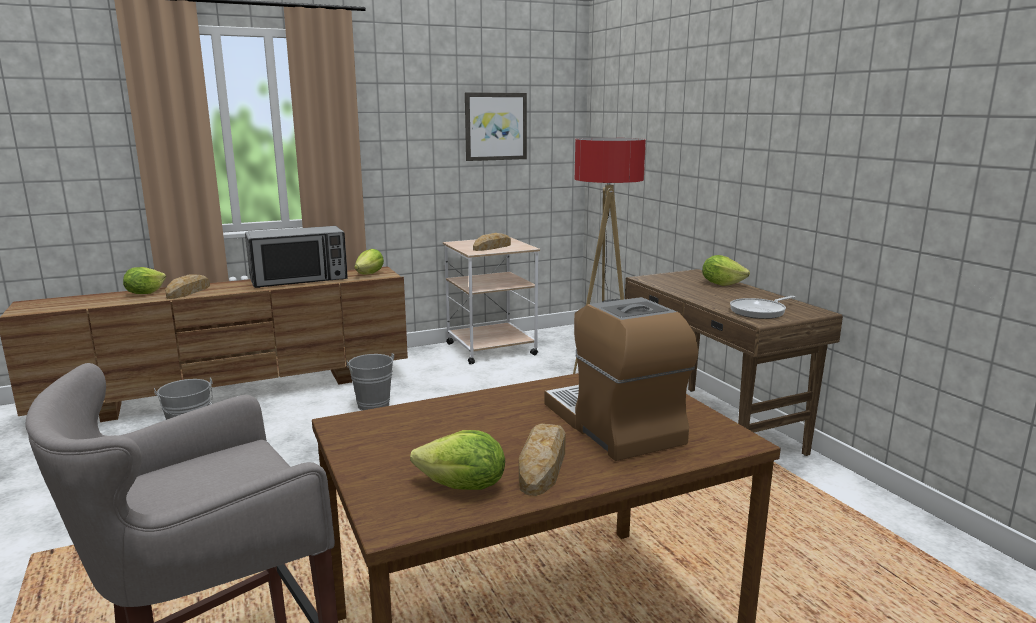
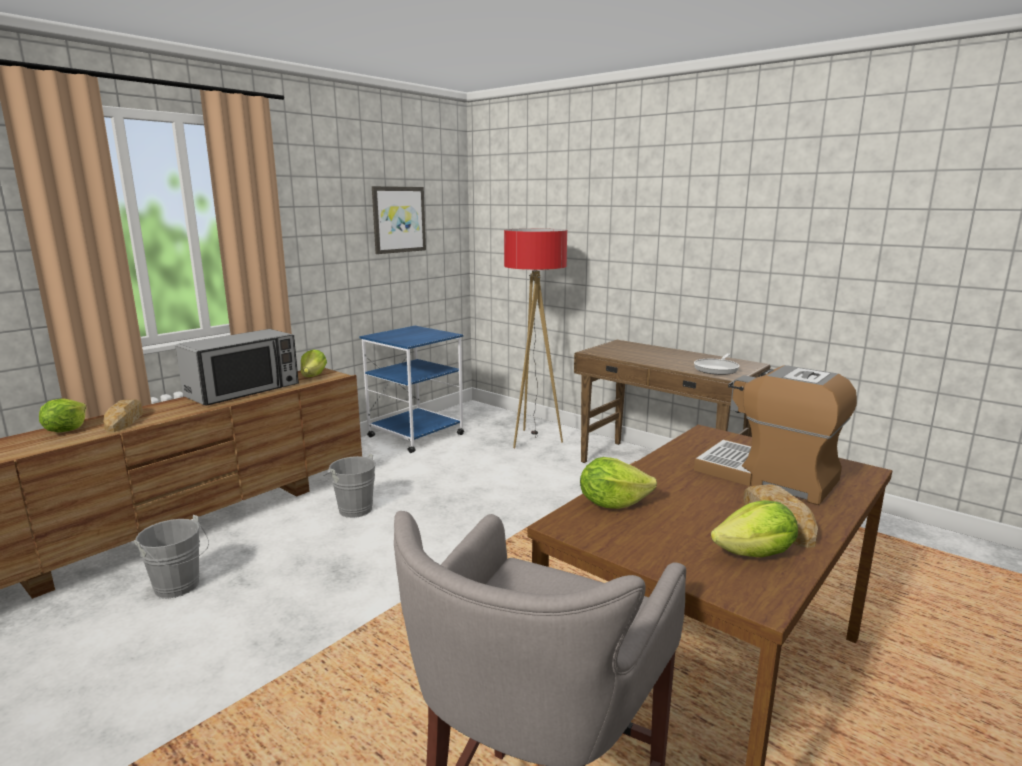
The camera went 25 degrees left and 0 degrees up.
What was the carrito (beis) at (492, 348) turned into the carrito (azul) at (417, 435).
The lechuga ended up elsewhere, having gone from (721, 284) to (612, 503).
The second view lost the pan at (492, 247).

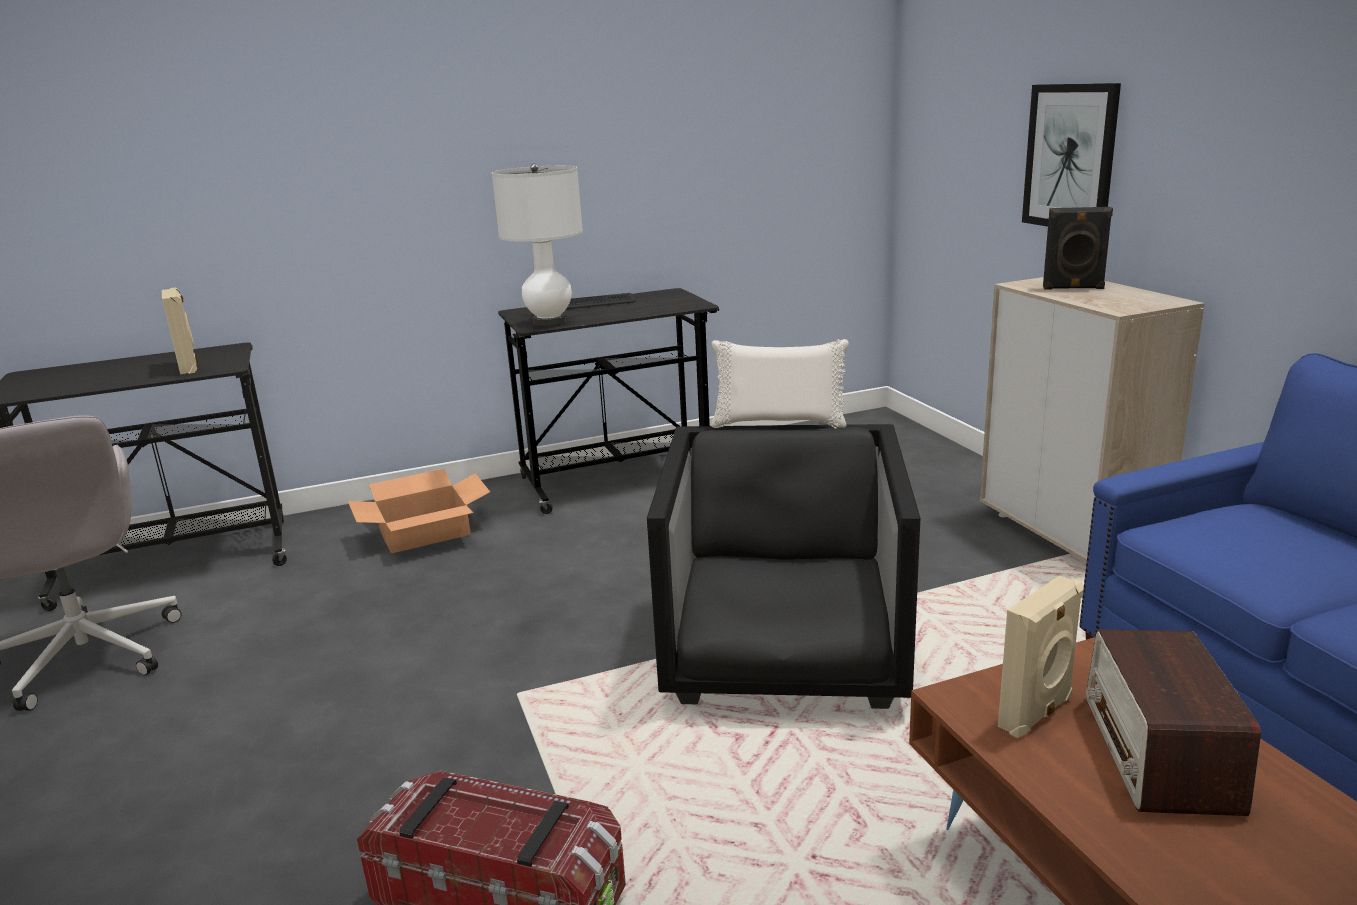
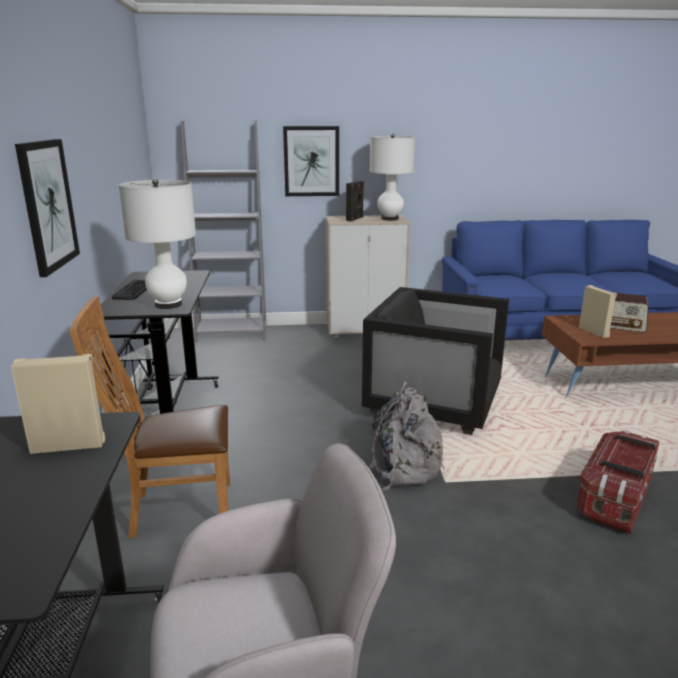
The camera went 75 degrees left and 0 degrees up.
The second view gained the cuadro at (47, 205).
Where the caja de cartón stood at (425, 532), the silla (marrón) came to stand at (175, 510).
The second view gained the estantería (gris) at (232, 334).
The second view gained the mochila (gris) at (400, 468).
The second view gained the lámpara de mesa (blanco) at (390, 219).
The second view lost the cojín (blanco) at (779, 423).

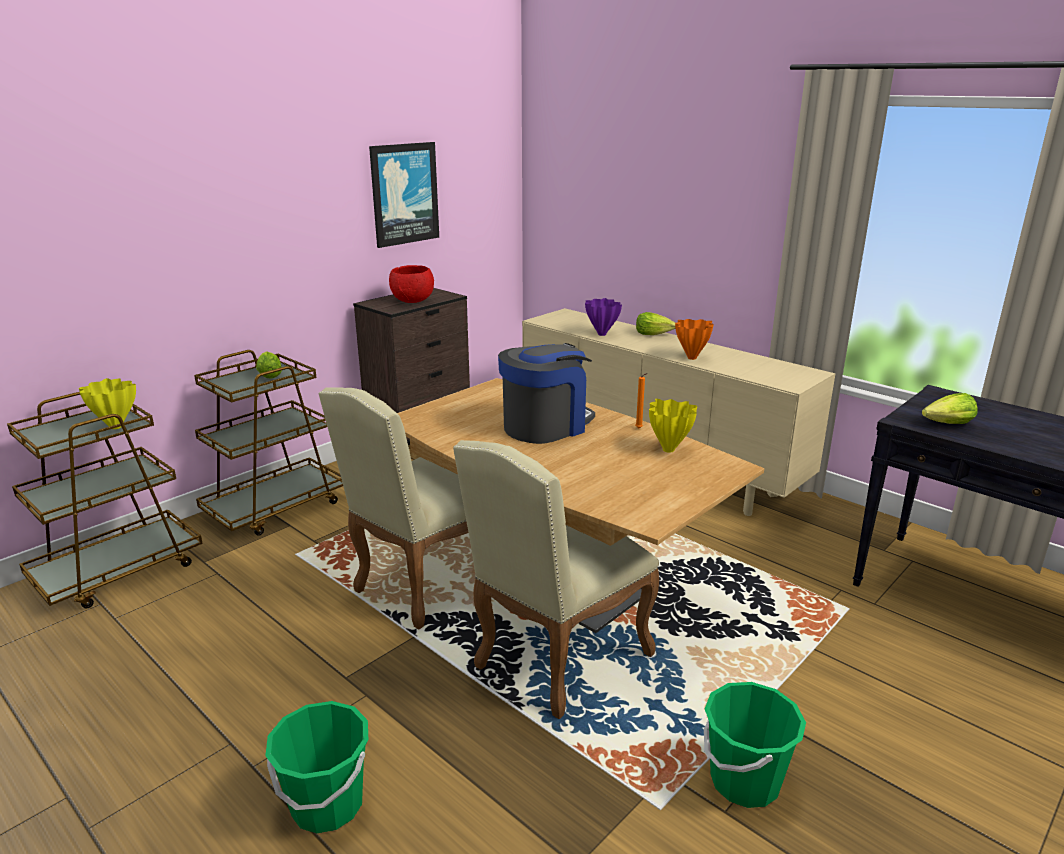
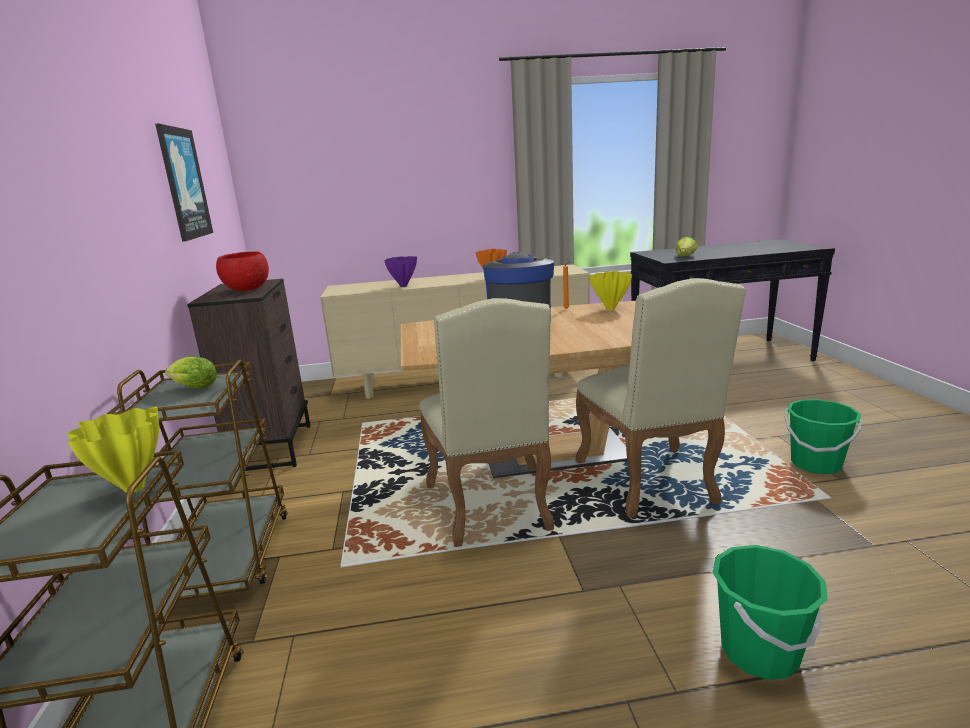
The camera went 50 degrees left and 5 degrees down.
The second view lost the lechuga at (653, 334).

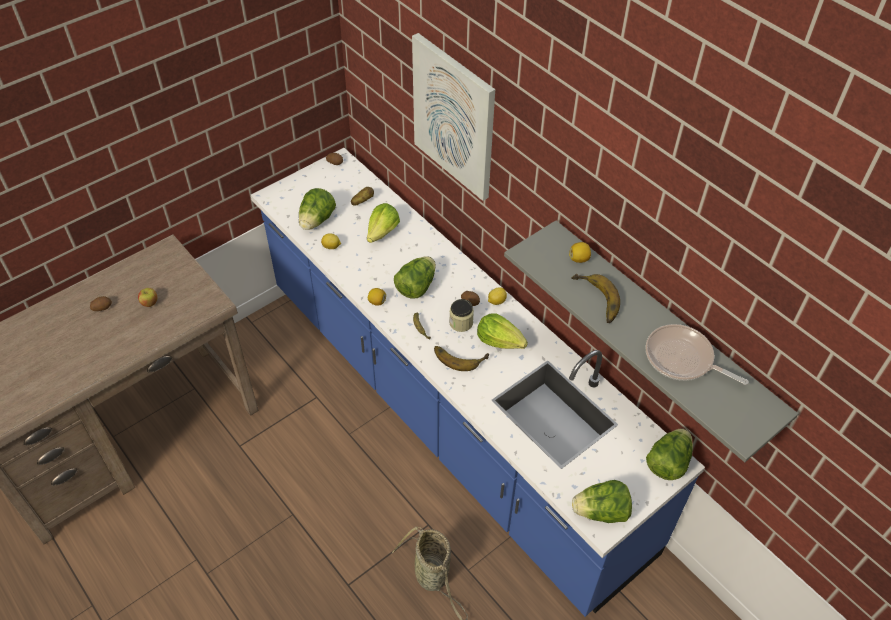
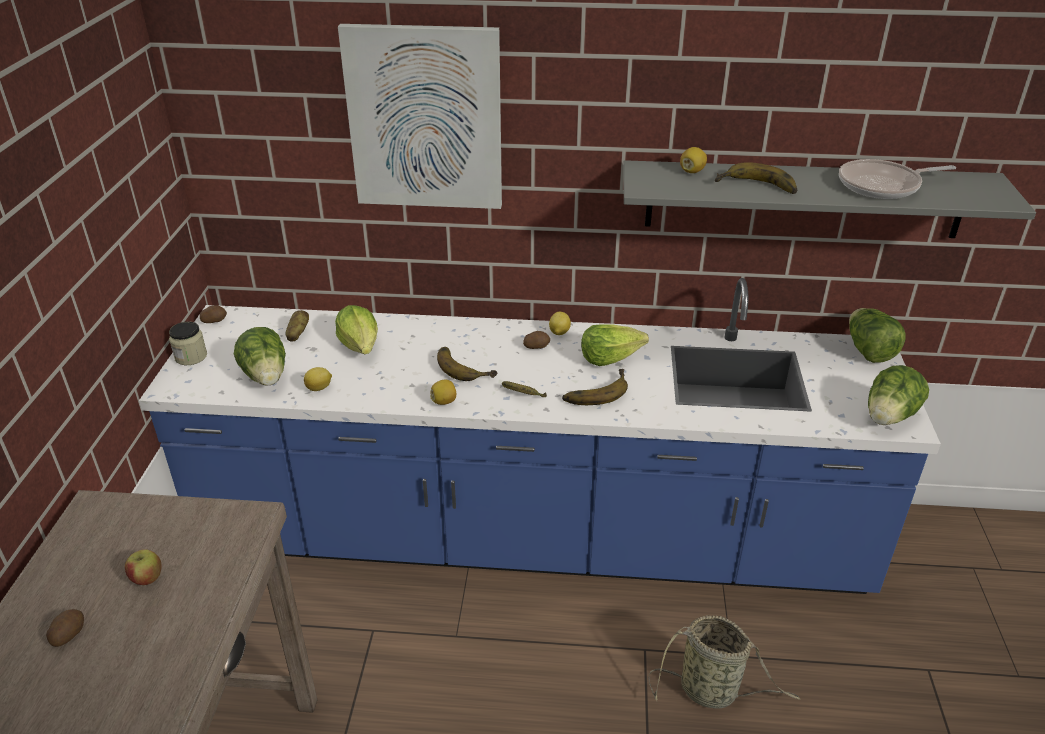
The camera went 45 degrees left and 15 degrees down.
The tarro ended up elsewhere, having gone from (461, 323) to (191, 357).
Where the lechuga stood at (416, 286), the plátano came to stand at (465, 366).

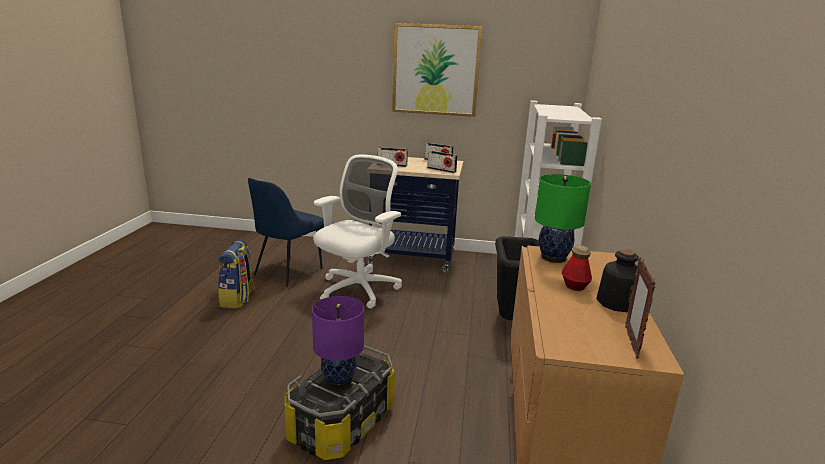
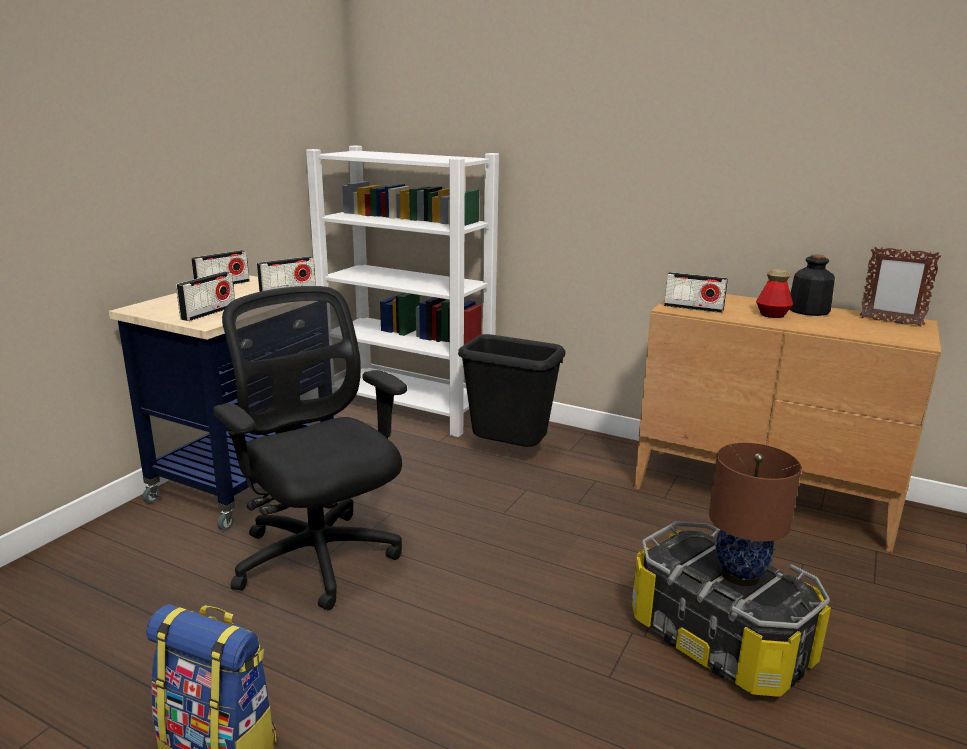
The camera went 70 degrees left and 0 degrees up.
What was the silla de oficina (blanco) at (356, 291) turned into the silla de oficina (negro) at (323, 562).
Where the lámpara de mesa (verde) stood at (554, 258), the radio came to stand at (693, 308).
What was the lámpara de mesa (morado) at (338, 381) turned into the lámpara de mesa (marrón) at (740, 574).
The second view lost the silla (azul) at (288, 272).
The second view lost the cuadro at (435, 70).

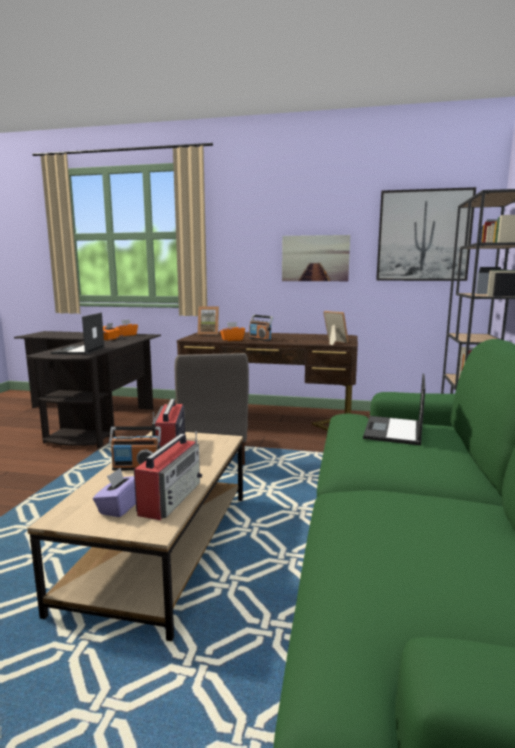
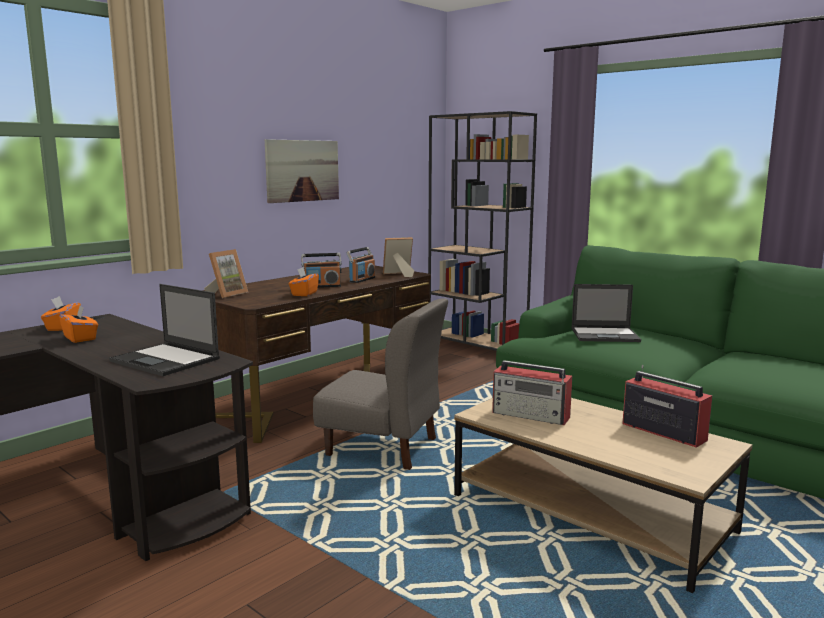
The camera went 60 degrees left and 0 degrees up.
The radio ended up elsewhere, having gone from (136, 467) to (362, 280).
The portátil at (393, 431) ended up facing another way, 45 degrees counterclockwise from before.
The second view lost the caja de pañuelos (morado) at (120, 507).
The second view lost the cuadro at (423, 236).

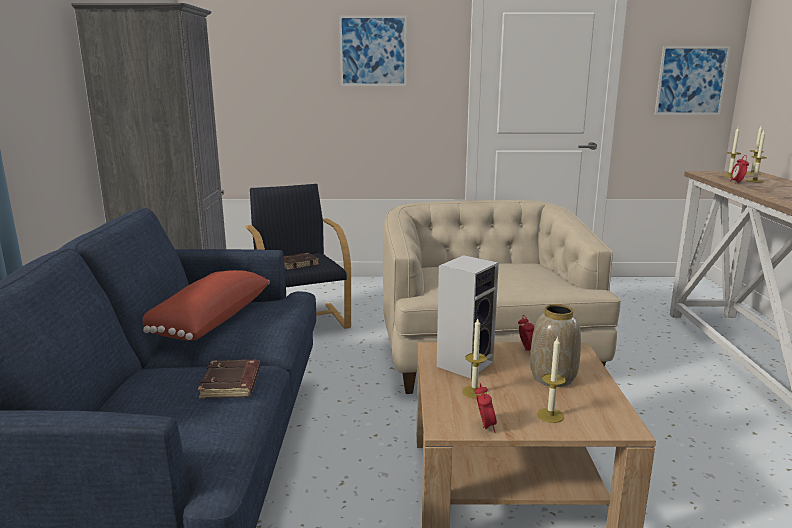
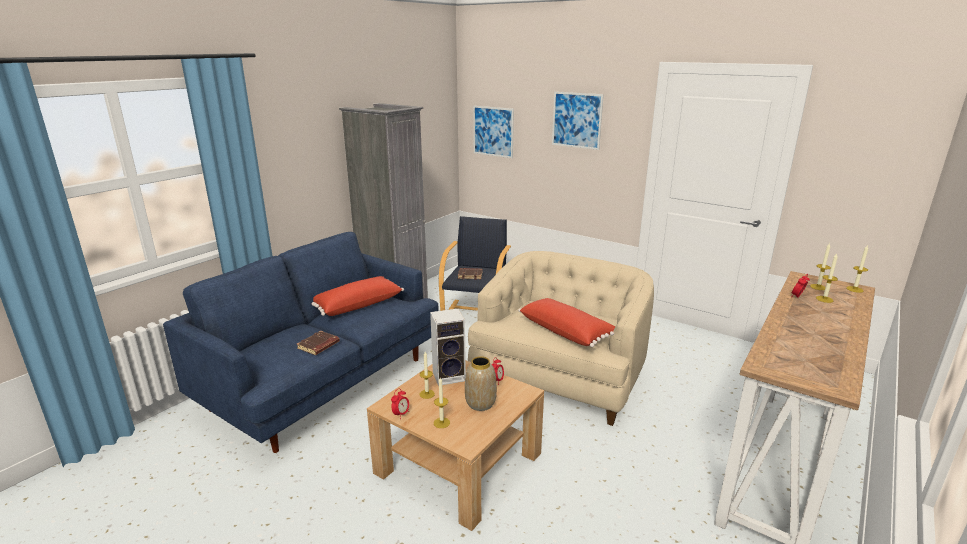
The camera went 35 degrees right and 5 degrees up.
The cuadro ended up elsewhere, having gone from (691, 81) to (493, 131).
The second view gained the cojín (rojo) at (566, 331).

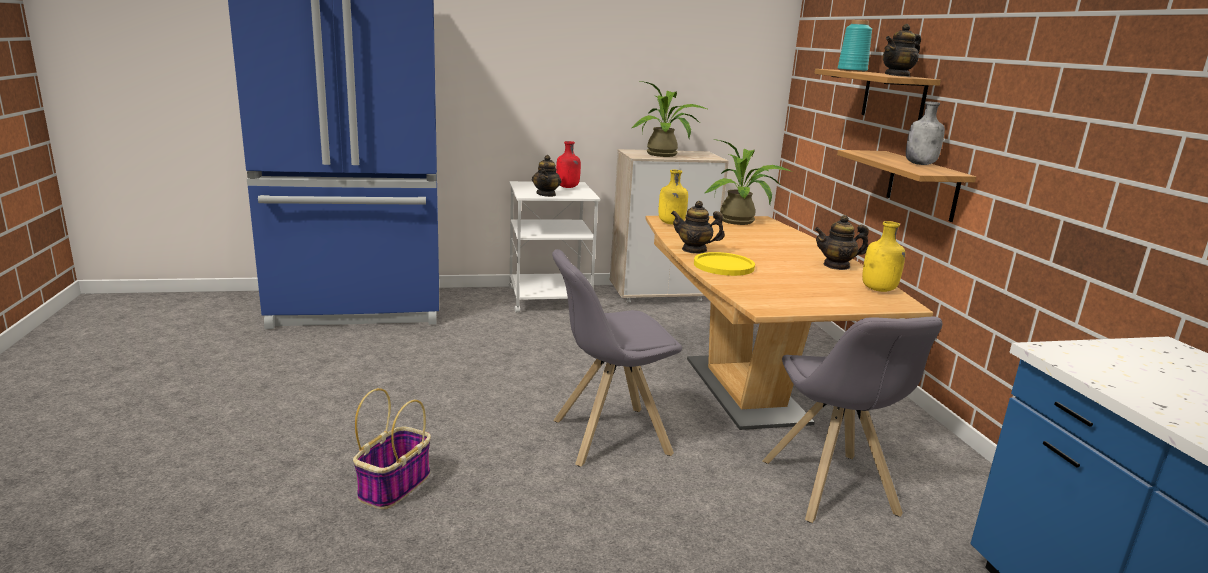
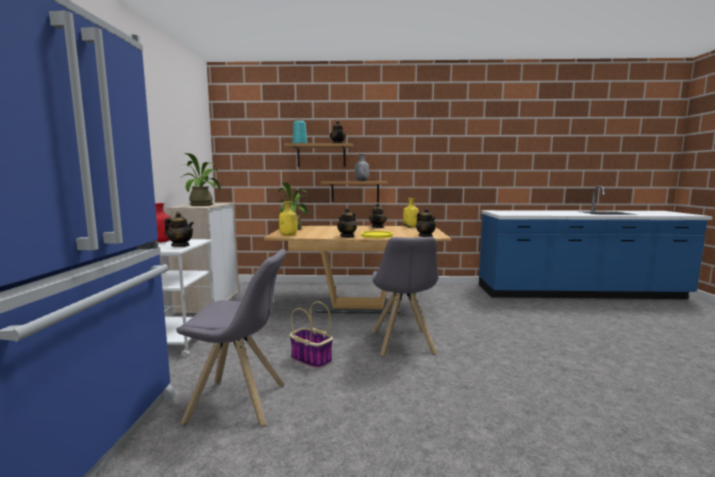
The camera went 75 degrees left and 10 degrees down.
The silla (gris) ended up elsewhere, having gone from (830, 487) to (238, 402).
The cesta ended up elsewhere, having gone from (395, 485) to (310, 359).
The second view gained the tetera at (425, 236).

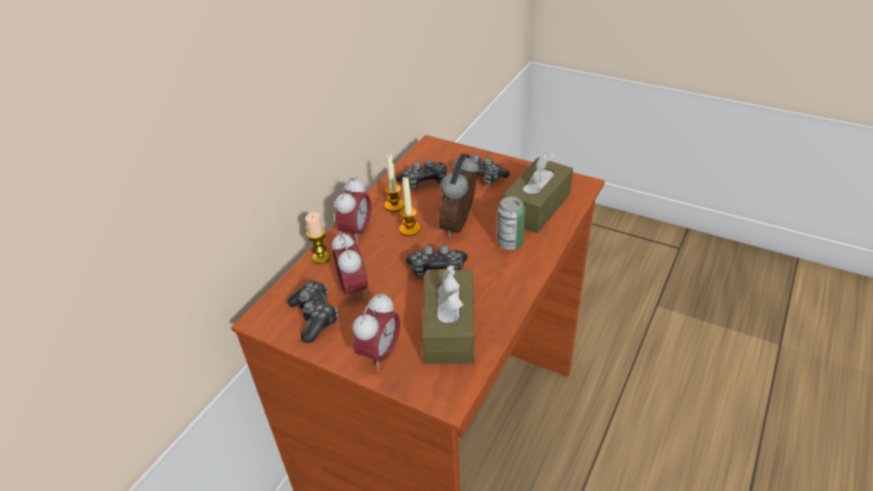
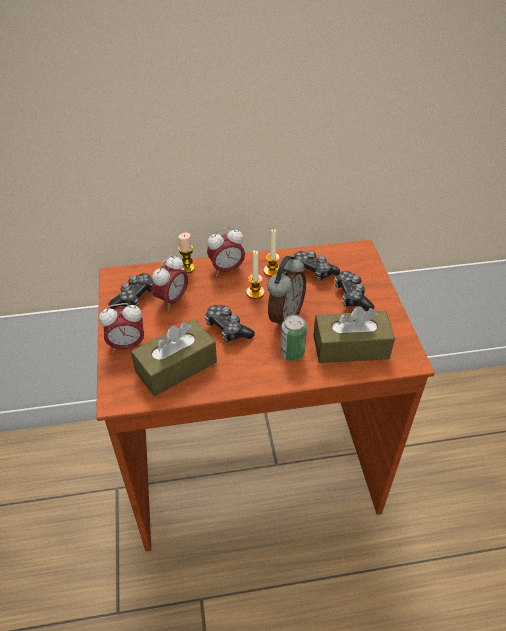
The camera went 50 degrees right and 5 degrees up.
The despertador at (460, 226) ended up facing another way, 135 degrees clockwise from before.

